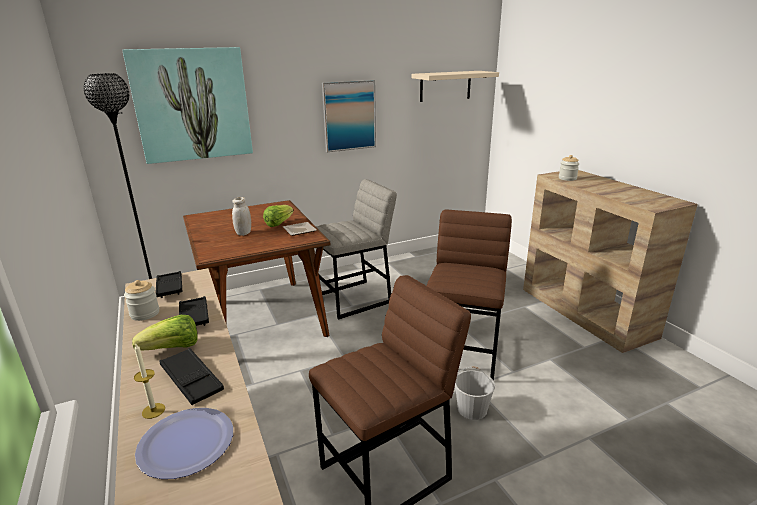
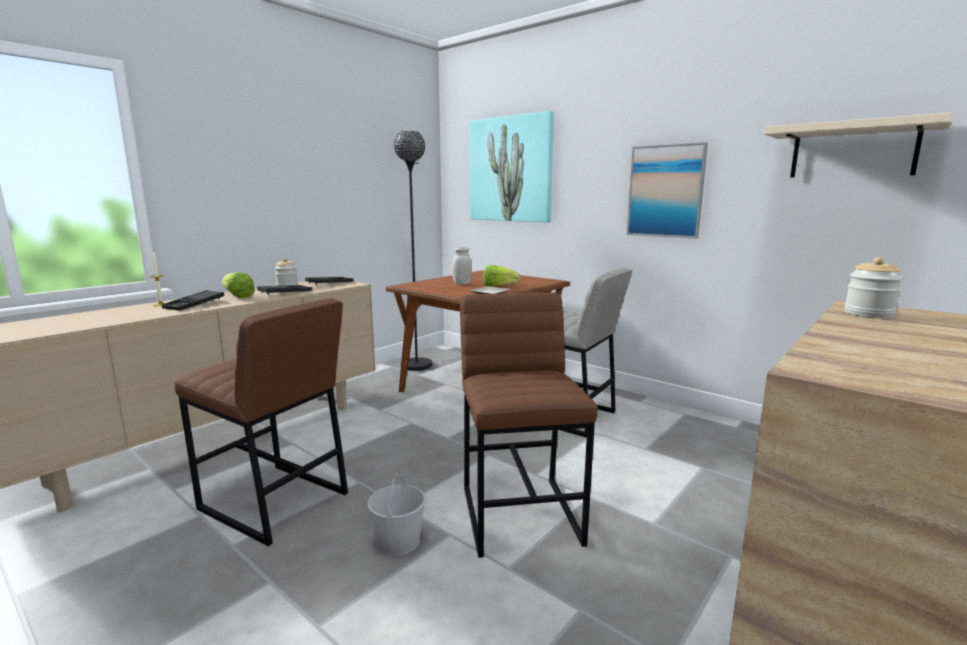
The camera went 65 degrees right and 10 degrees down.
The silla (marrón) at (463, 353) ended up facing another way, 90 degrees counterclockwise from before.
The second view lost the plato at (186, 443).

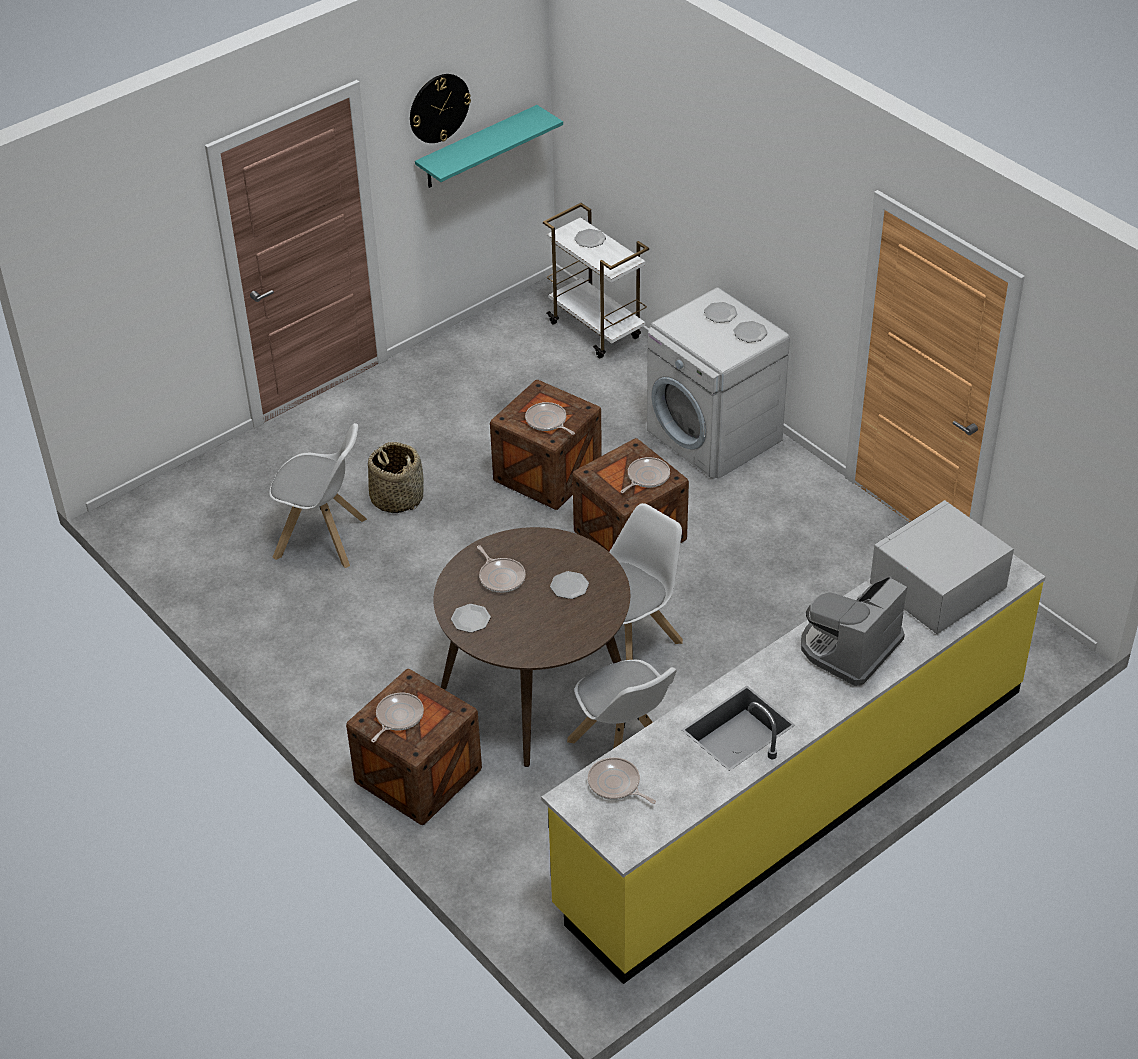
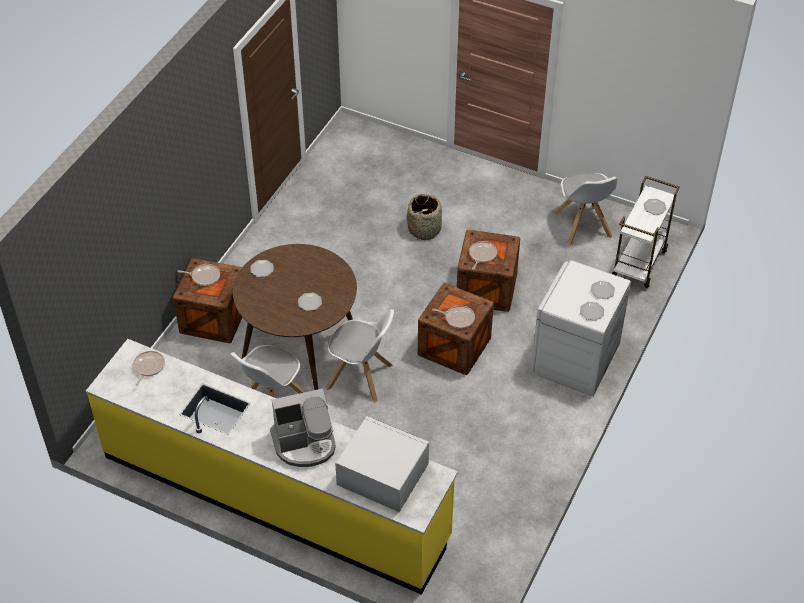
The camera went 65 degrees right and 5 degrees up.
The cafetera at (849, 648) ended up facing another way, 150 degrees clockwise from before.
The silla ended up elsewhere, having gone from (323, 539) to (583, 226).
The second view lost the reloj de pared at (439, 108).
The second view lost the estante (turquesa) at (477, 148).
The second view lost the sartén at (501, 577).

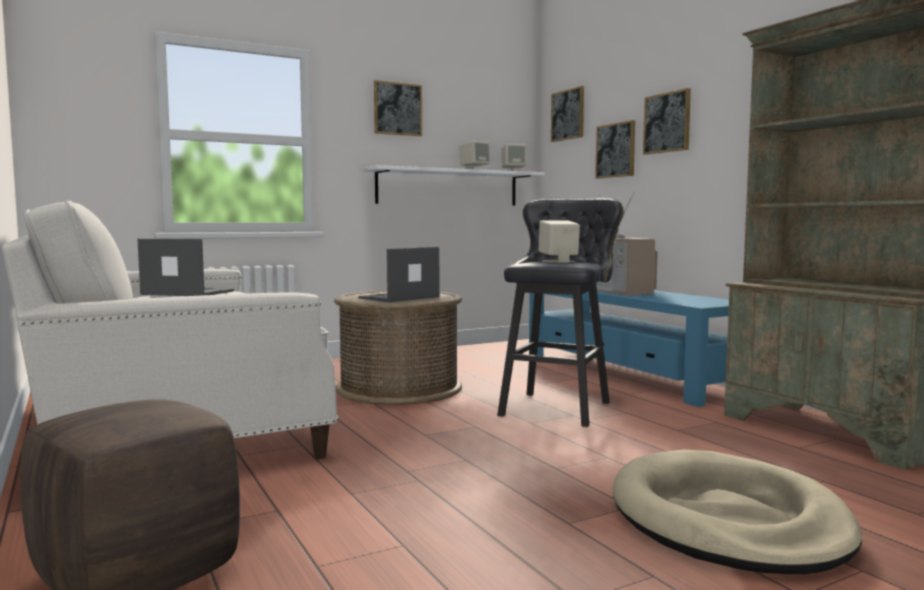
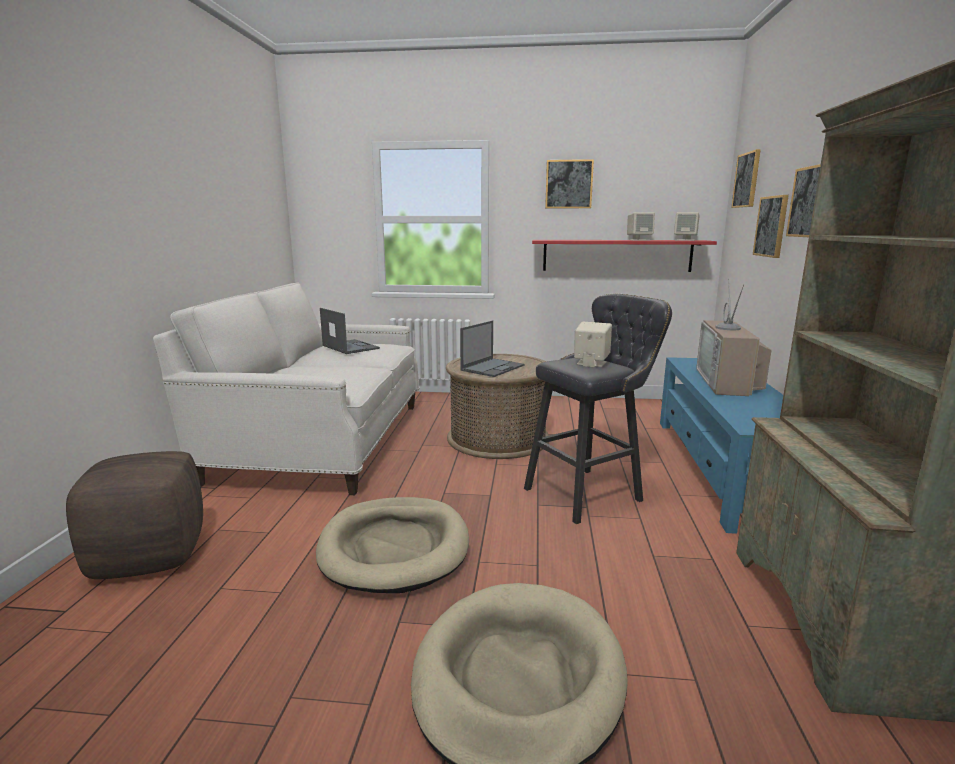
The camera went 35 degrees right and 10 degrees up.
The second view gained the cama para perro (beis) at (394, 548).
The portátil at (398, 297) ended up facing another way, 135 degrees clockwise from before.
What was the estante (blanco) at (448, 188) turned into the estante (rojo) at (617, 255).

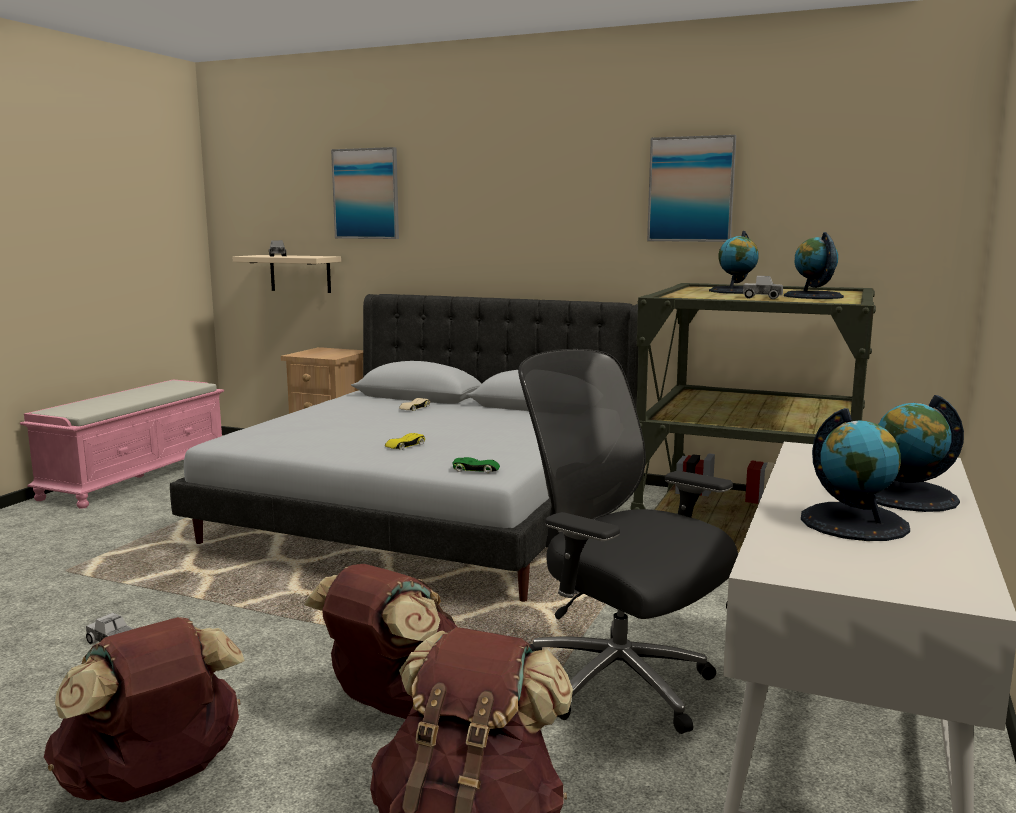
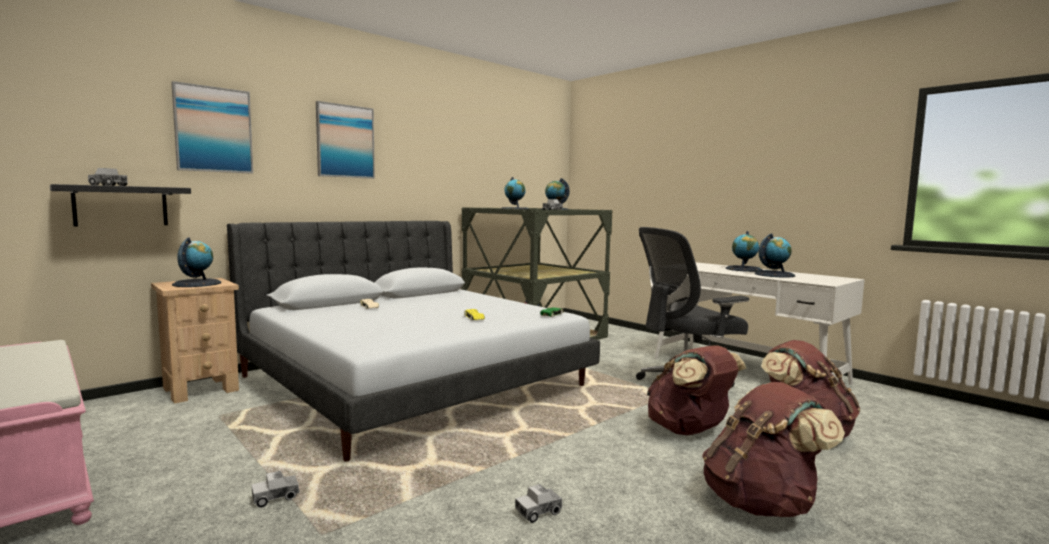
The camera went 65 degrees left and 5 degrees down.
What was the estante (beis) at (300, 273) turned into the estante (negro) at (121, 206).
The second view gained the globo terráqueo at (197, 283).
The second view gained the camión de juguete at (276, 497).
The cuadro ended up elsewhere, having gone from (691, 189) to (345, 141).

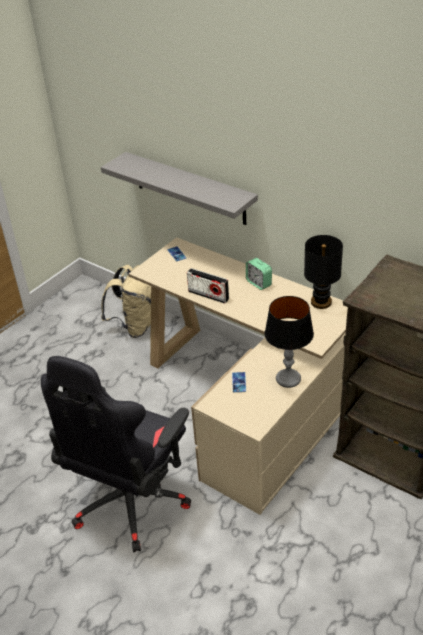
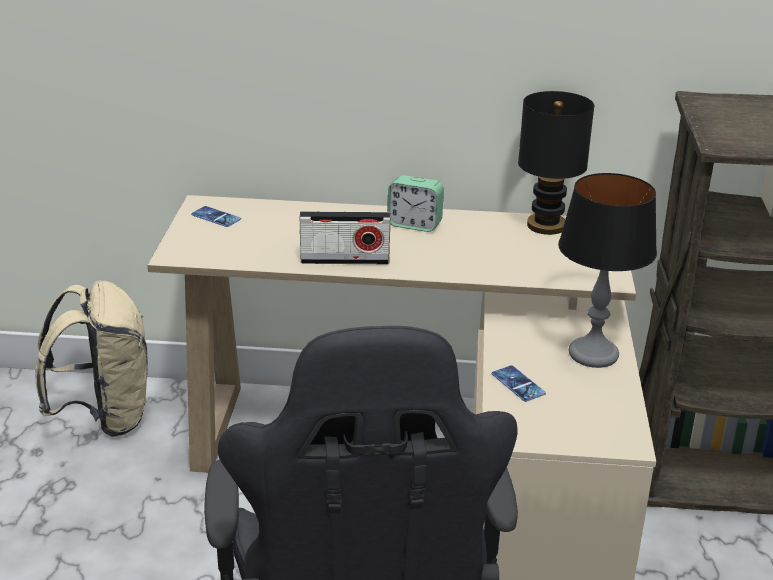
The camera went 35 degrees left and 10 degrees down.
The second view lost the estante (gris) at (189, 188).

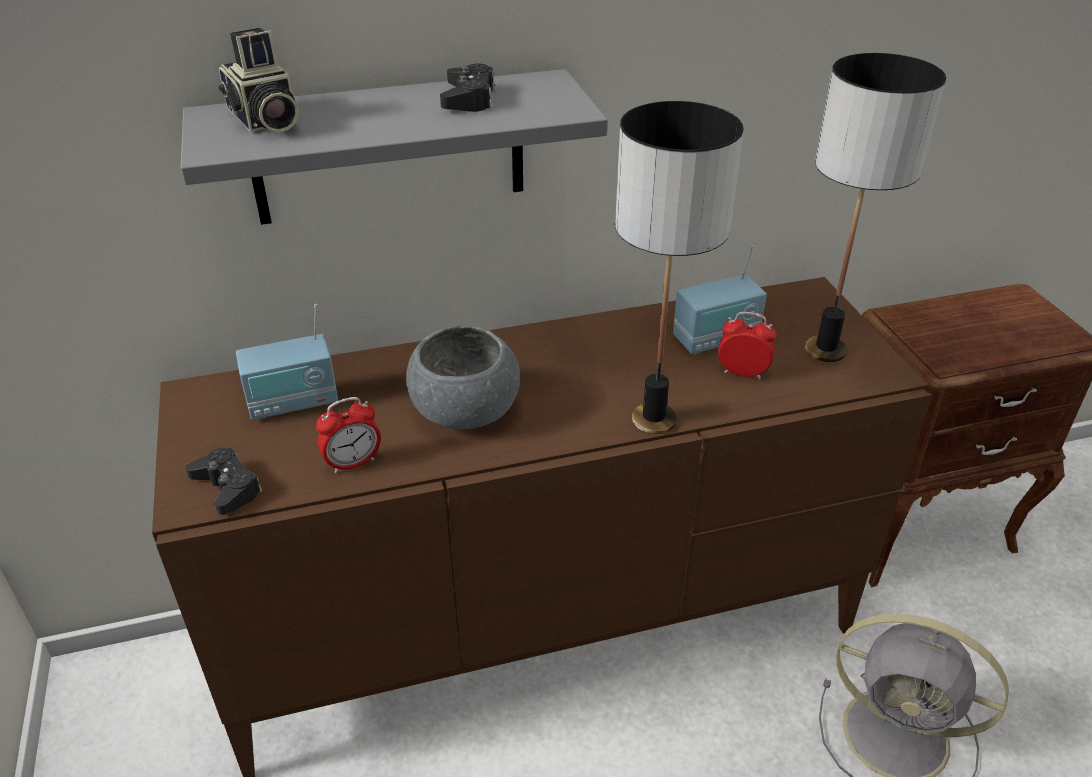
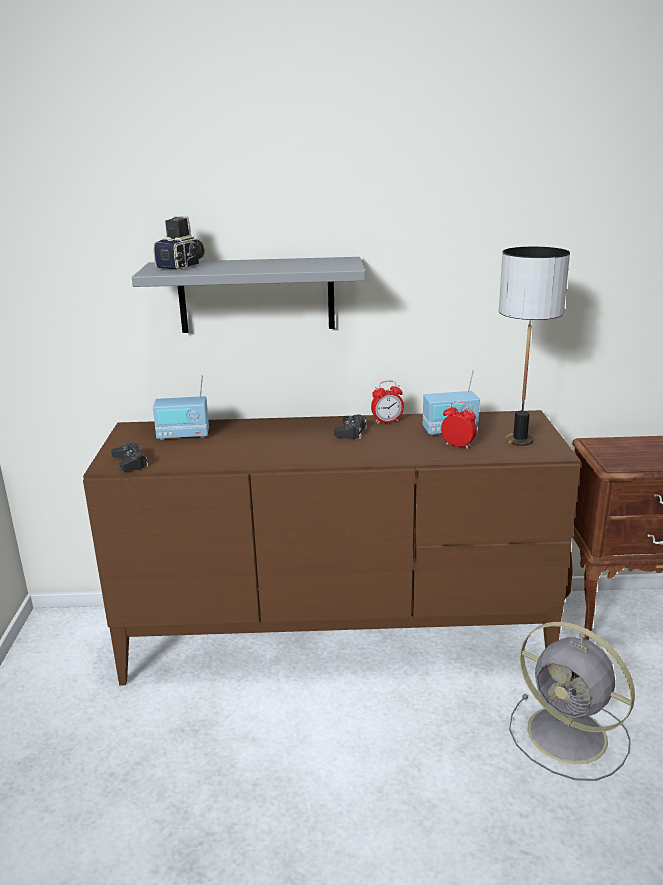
The camera went 15 degrees right and 15 degrees down.
The cámara at (264, 121) ended up facing another way, 135 degrees counterclockwise from before.
The mando de consola (negro) ended up elsewhere, having gone from (469, 98) to (351, 432).
The despertador ended up elsewhere, having gone from (353, 463) to (387, 421).
The second view lost the cuenco (gris) at (464, 411).
The second view lost the lámpara de mesa at (655, 419).

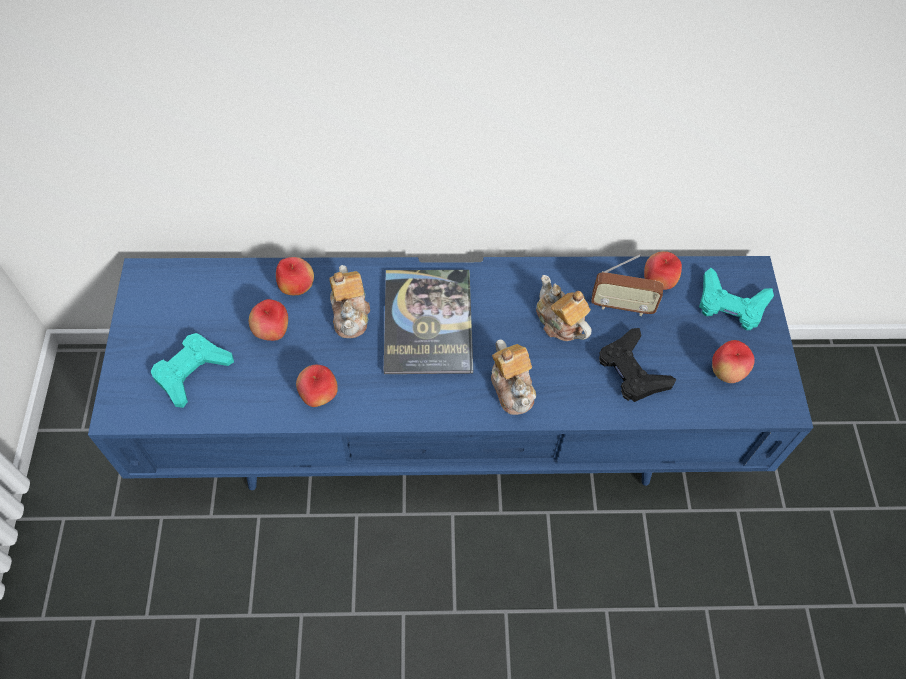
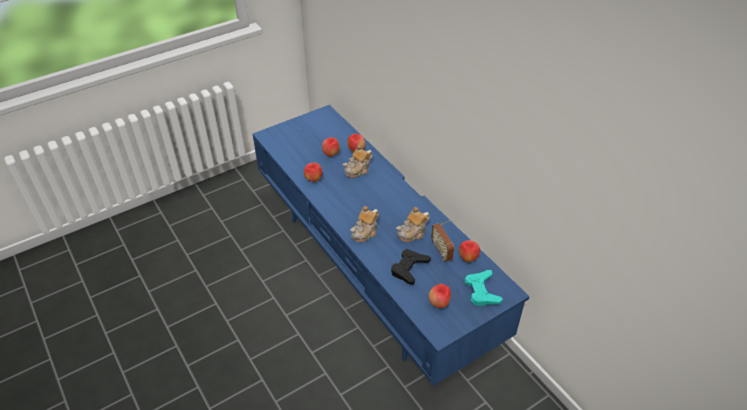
The camera went 60 degrees right and 15 degrees down.
The tetera at (559, 322) ended up facing another way, 150 degrees counterclockwise from before.
The second view lost the mando de consola (turquesa) at (192, 372).
The second view lost the libro at (428, 322).

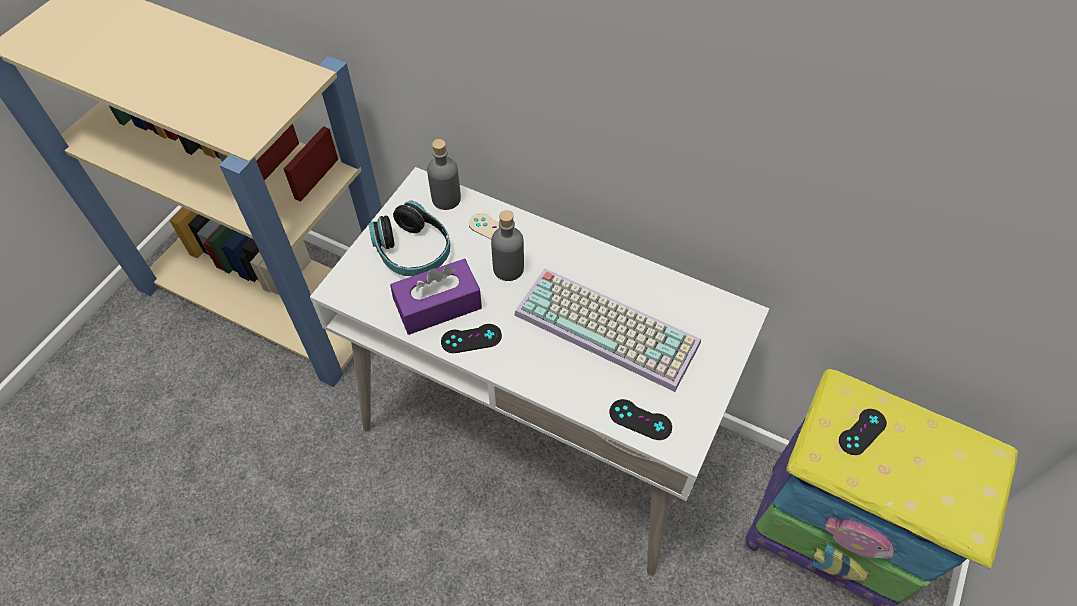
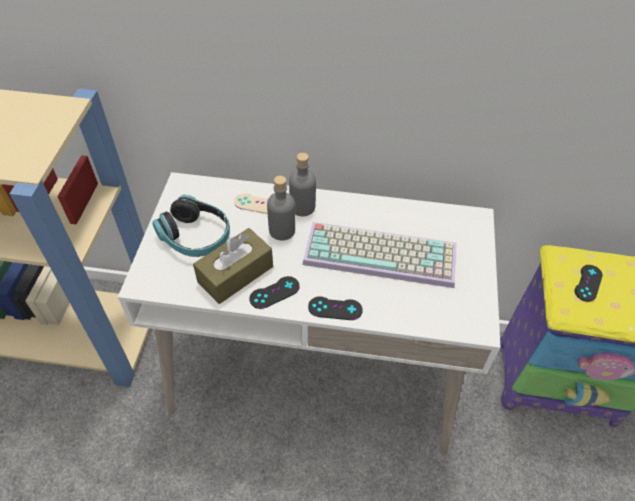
The camera went 20 degrees left and 5 degrees down.
What was the caja de pañuelos (morado) at (438, 306) turned into the caja de pañuelos (marrón) at (235, 274).
The botella (gris) ended up elsewhere, having gone from (446, 199) to (302, 207).
The mando de consola (negro) ended up elsewhere, having gone from (640, 420) to (335, 308).

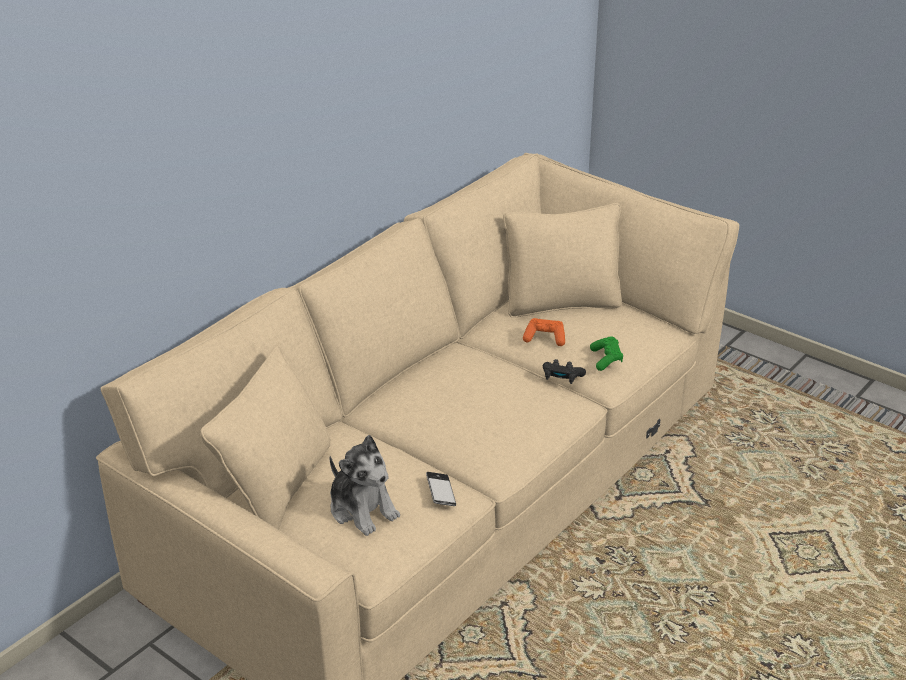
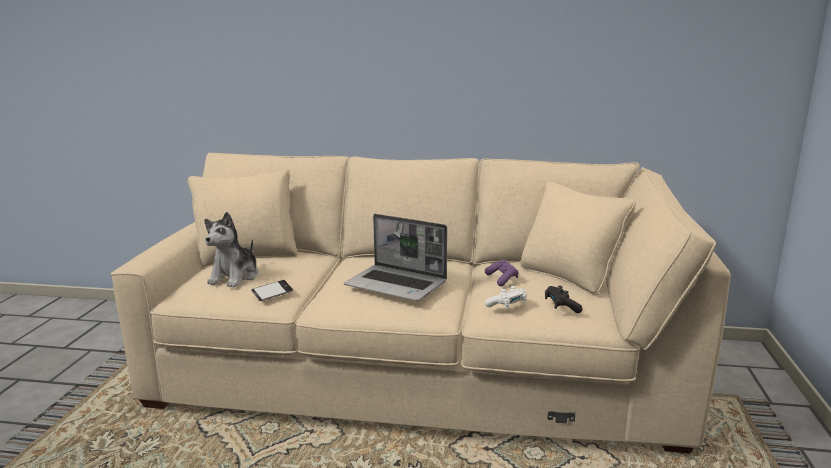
The camera went 60 degrees right and 15 degrees down.
The second view gained the portátil at (397, 285).
What was the mando de consola (naranja) at (545, 338) turned into the mando de consola (morado) at (502, 279).
What was the mando de consola (verde) at (606, 359) turned into the mando de consola (blanco) at (507, 305).
The mando de consola (negro) ended up elsewhere, having gone from (561, 378) to (561, 306).

